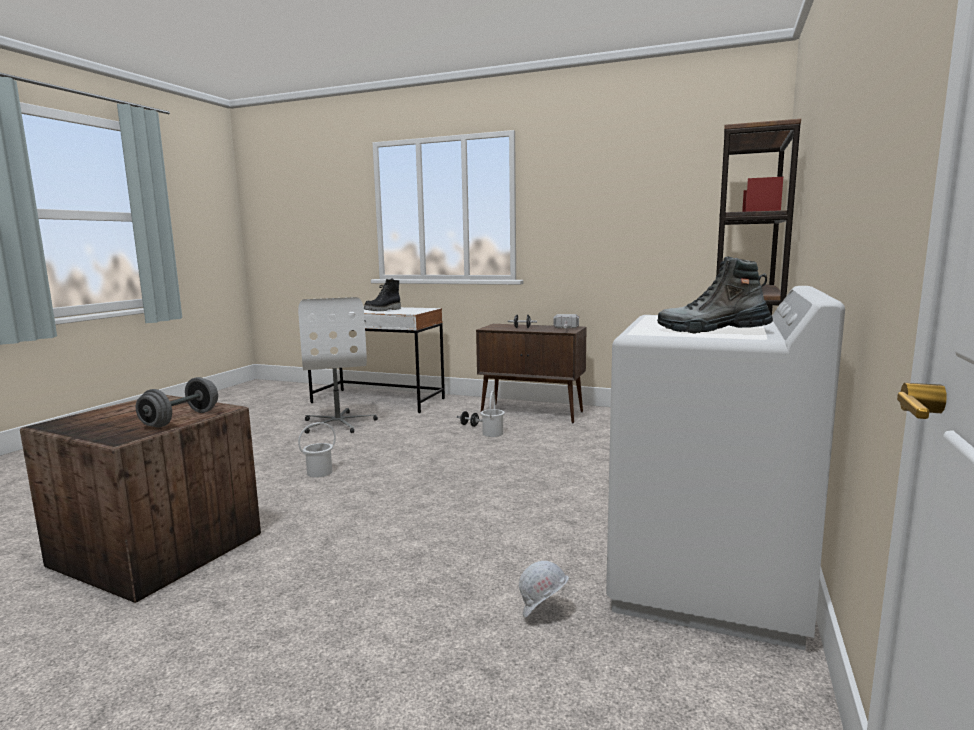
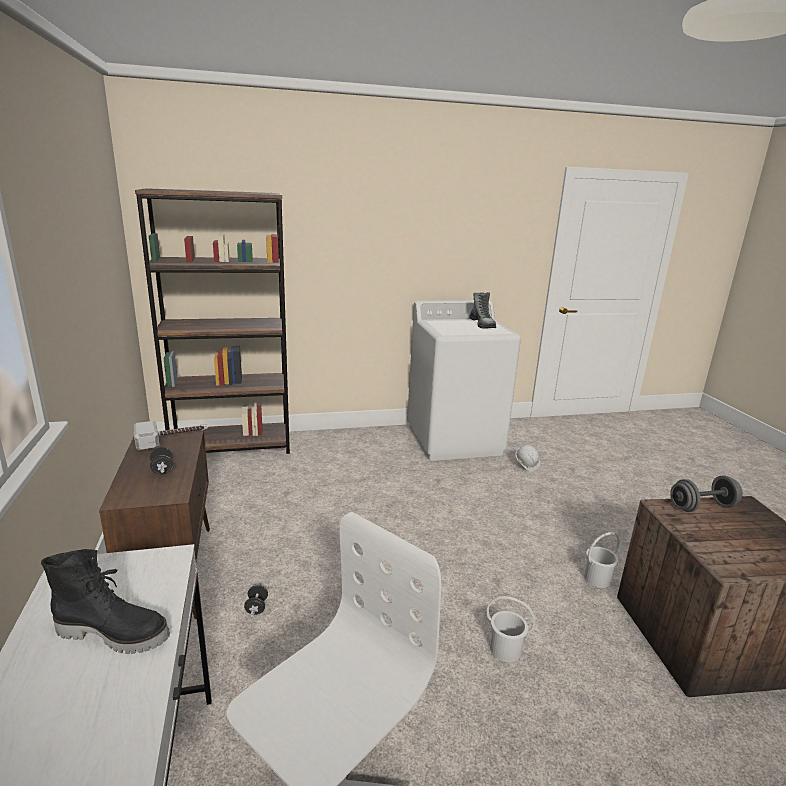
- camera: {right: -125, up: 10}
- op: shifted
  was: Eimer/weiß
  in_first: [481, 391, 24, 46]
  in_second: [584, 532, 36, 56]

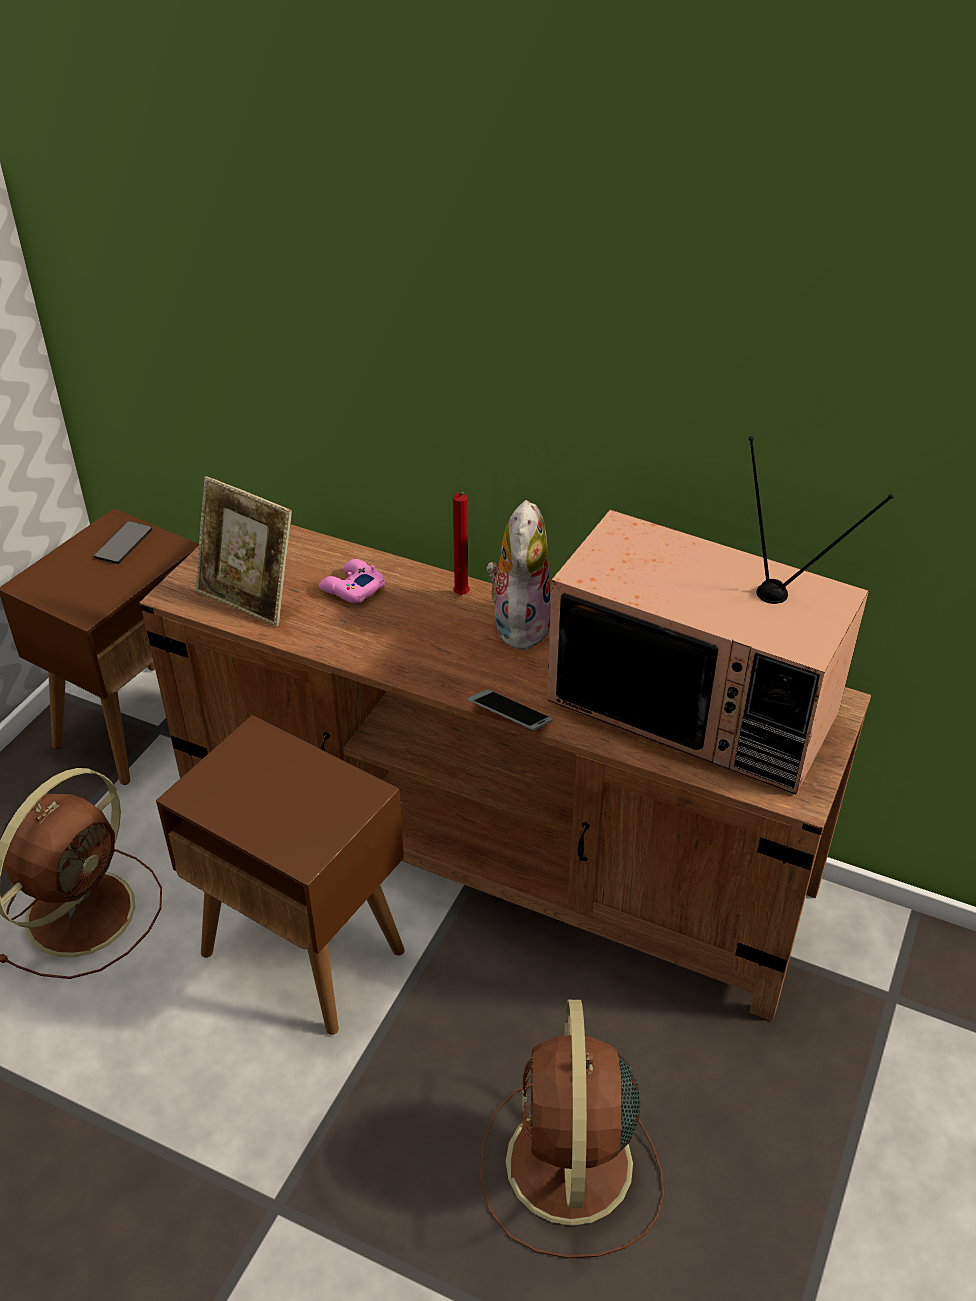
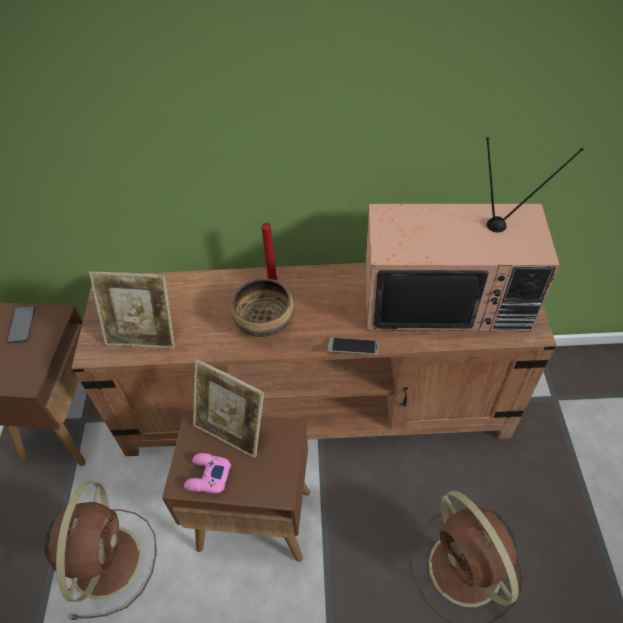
- camera: {right: -25, up: 10}
- op: gone
  was: Plüschtier
  in_first: [486, 500, 65, 150]
- op: new
  now: Bilderrahmen
  in_second: [193, 359, 71, 99]
- op: new
  now: Schüssel
  in_second: [231, 278, 63, 59]
- op: shifted
  was: Gamepad/rosa
  in_first: [319, 559, 66, 44]
  in_second: [184, 453, 47, 40]

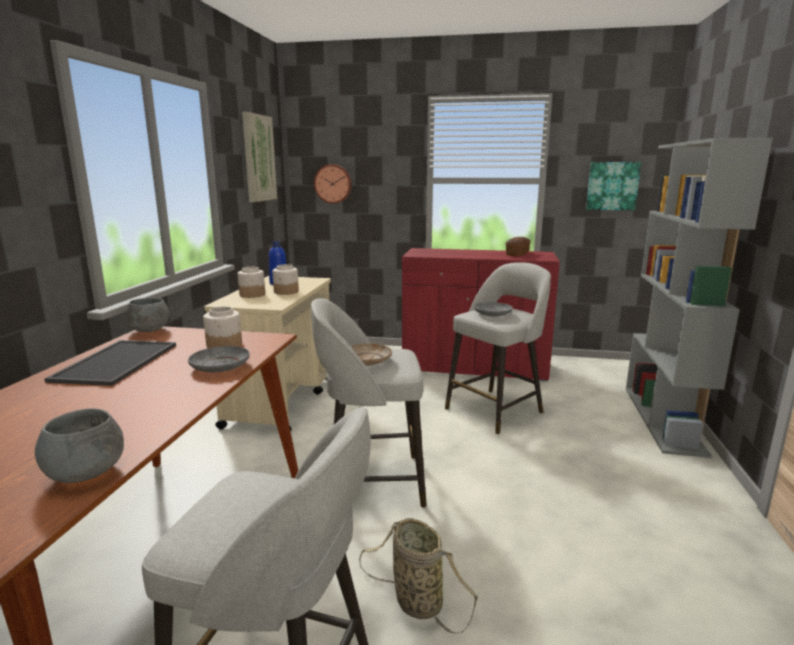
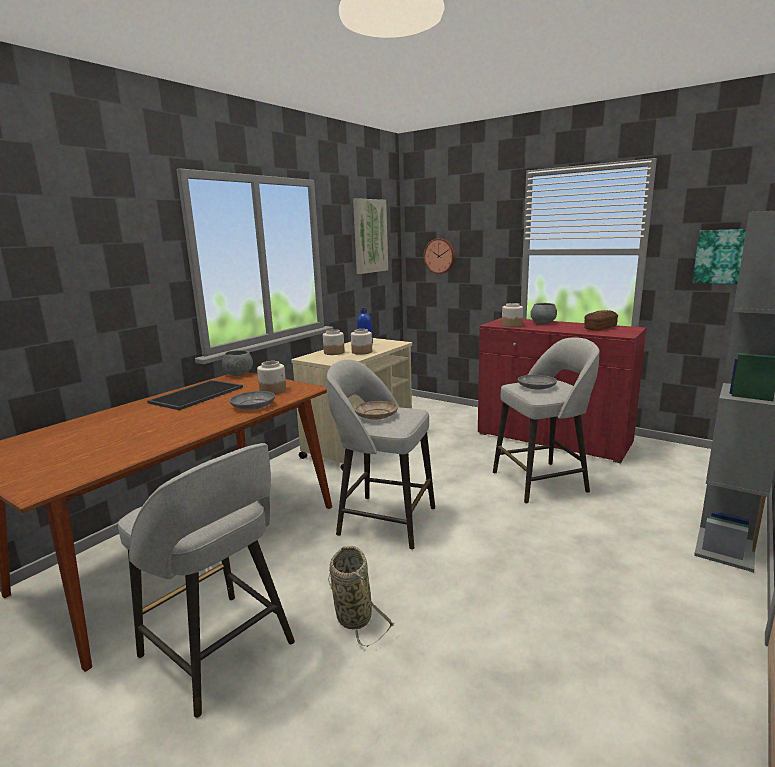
- camera: {right: 25, up: 0}
- op: new
  now: Vorratsglas
  in_second: [502, 303, 21, 24]
- op: shifted
  was: Schüssel/grau
  in_first: [35, 408, 89, 75]
  in_second: [530, 303, 27, 21]

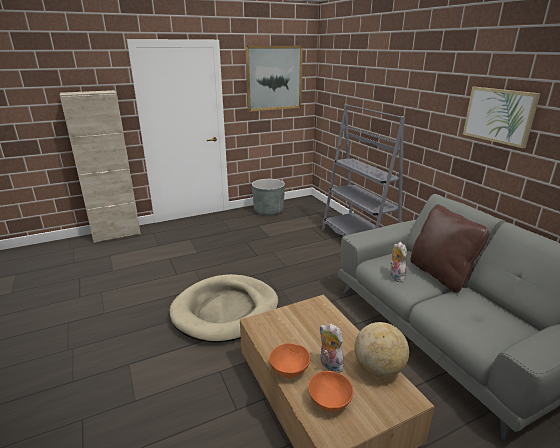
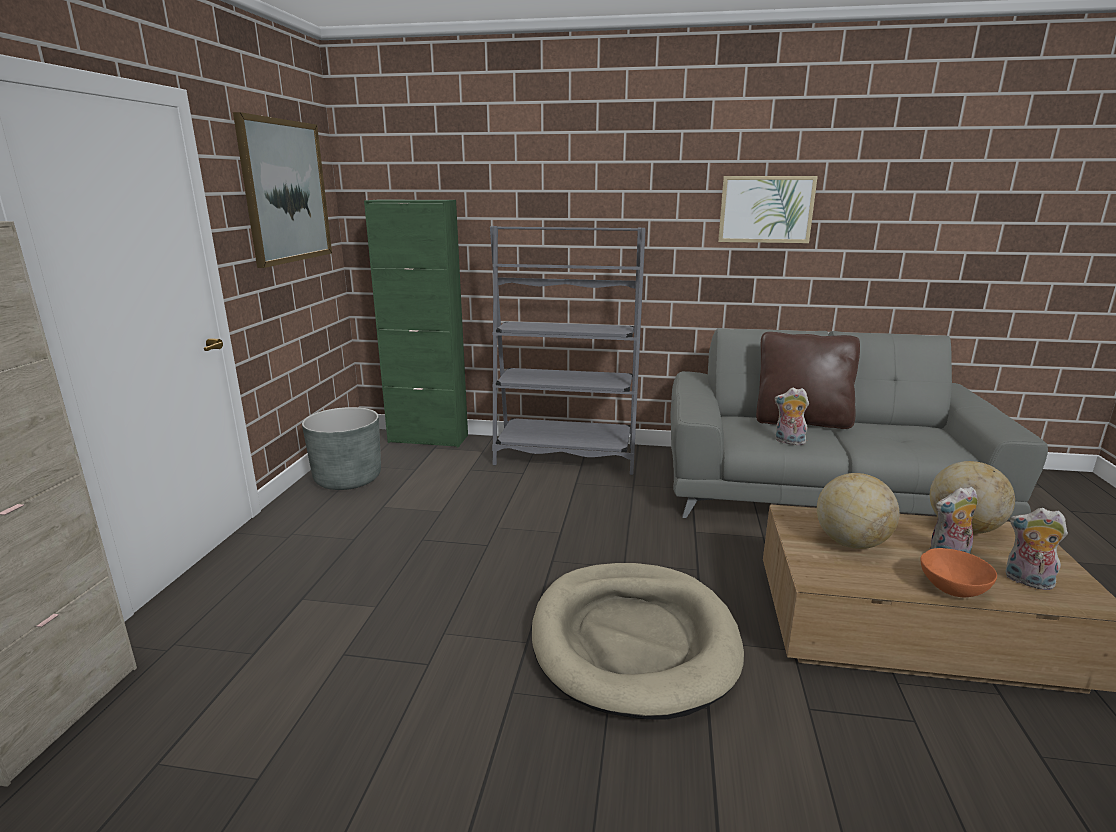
- camera: {right: -55, up: -5}
- op: new
  now: Schrank/grün
  in_second: [364, 199, 104, 249]
- op: new
  now: Globus
  in_second: [817, 473, 82, 76]
- op: swapped
  was: Schüssel/orange
  now: Plüschtier
  in_first: [308, 371, 45, 41]
  in_second: [1005, 508, 63, 82]

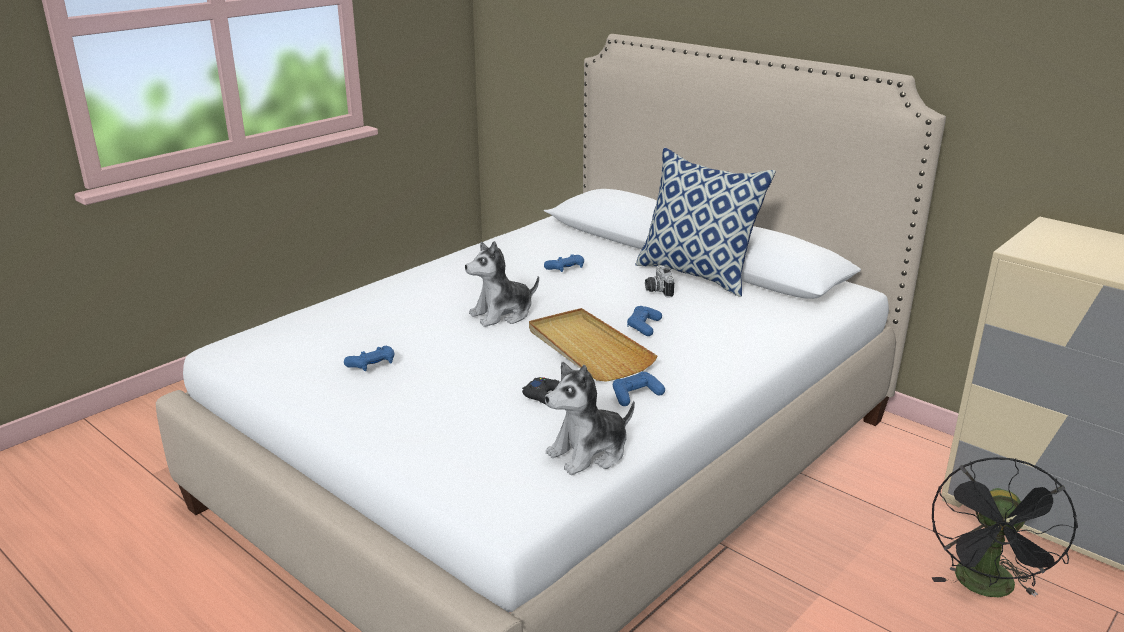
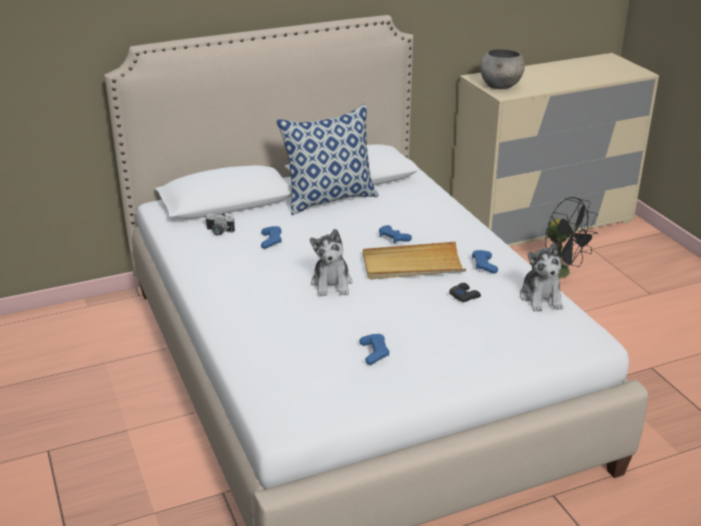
- camera: {right: -65, up: 5}
- op: new
  now: Schüssel/grau
  in_second: [480, 49, 45, 40]
- op: shifted
  was: Kamera
  in_first: [645, 265, 29, 33]
  in_second: [206, 211, 29, 25]

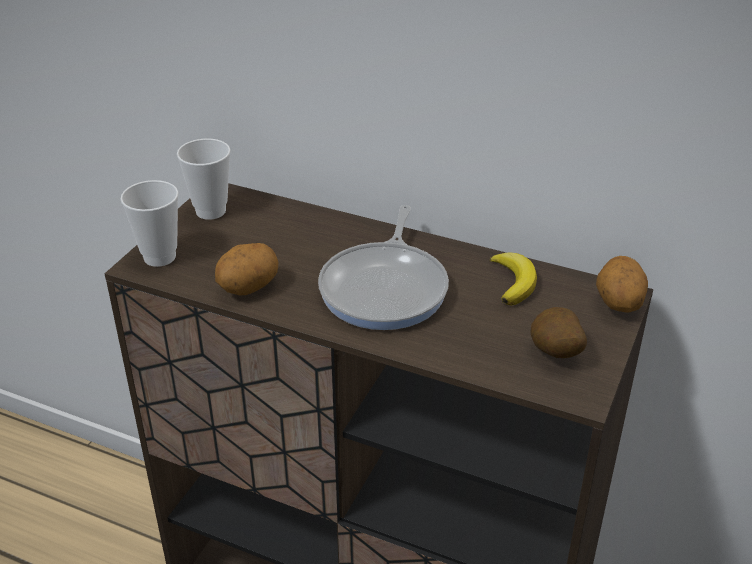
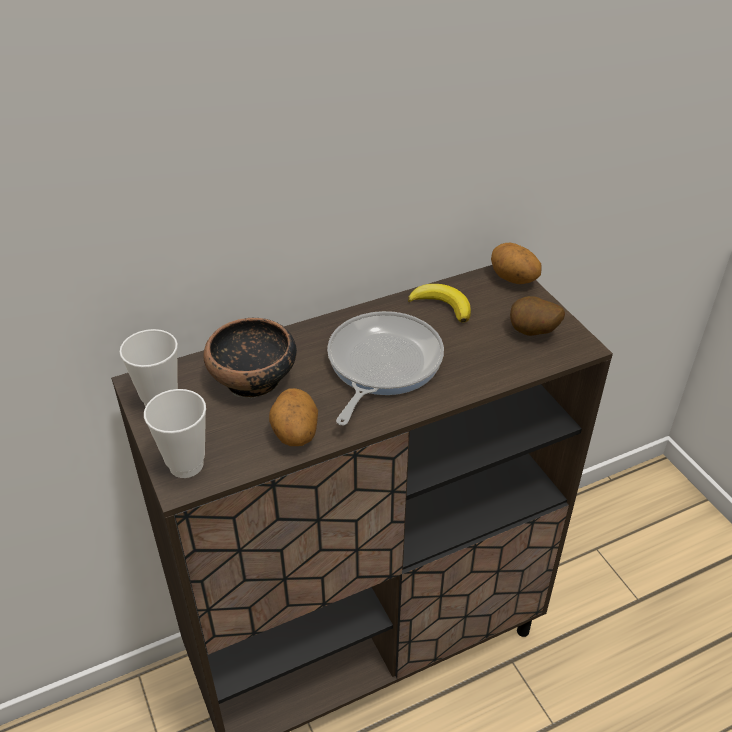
- camera: {right: -50, up: 5}
- op: new
  now: Schüssel
  in_second: [204, 318, 93, 80]
- op: rotated
  was: Pfanne
  in_first: [318, 205, 131, 125]
  in_second: [327, 311, 117, 114]
  clockwise: -120

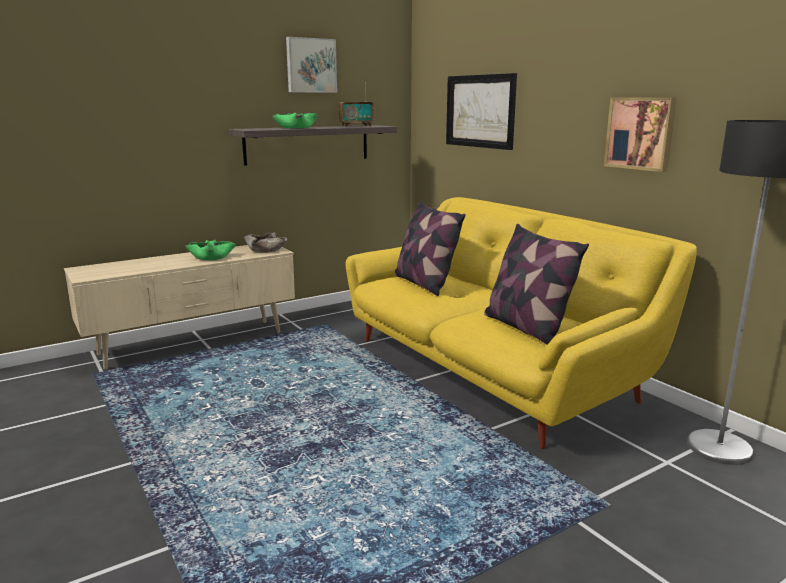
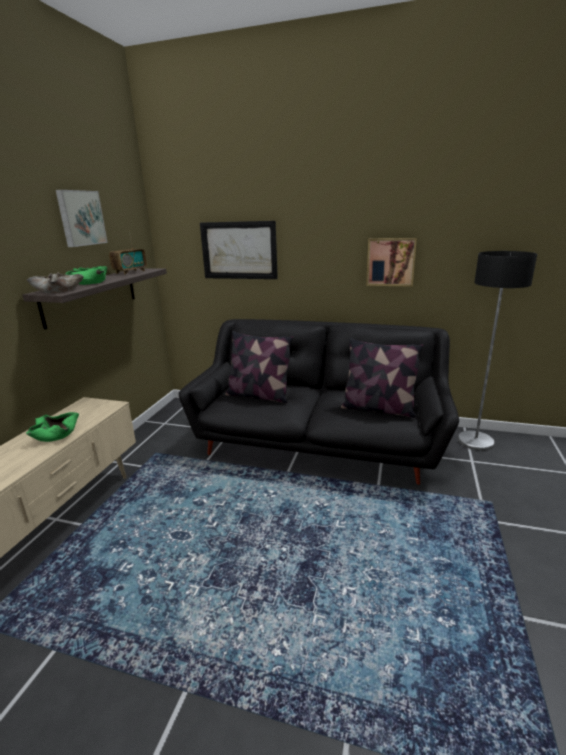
- camera: {right: -40, up: 5}
- op: shifted
  was: Schüssel/beige
  in_first: [244, 232, 44, 21]
  in_second: [27, 272, 57, 21]
- op: repainted
  was: Sofa/gelb
  now: Sofa/schwarz
  in_first: [346, 197, 351, 252]
  in_second: [179, 319, 280, 166]

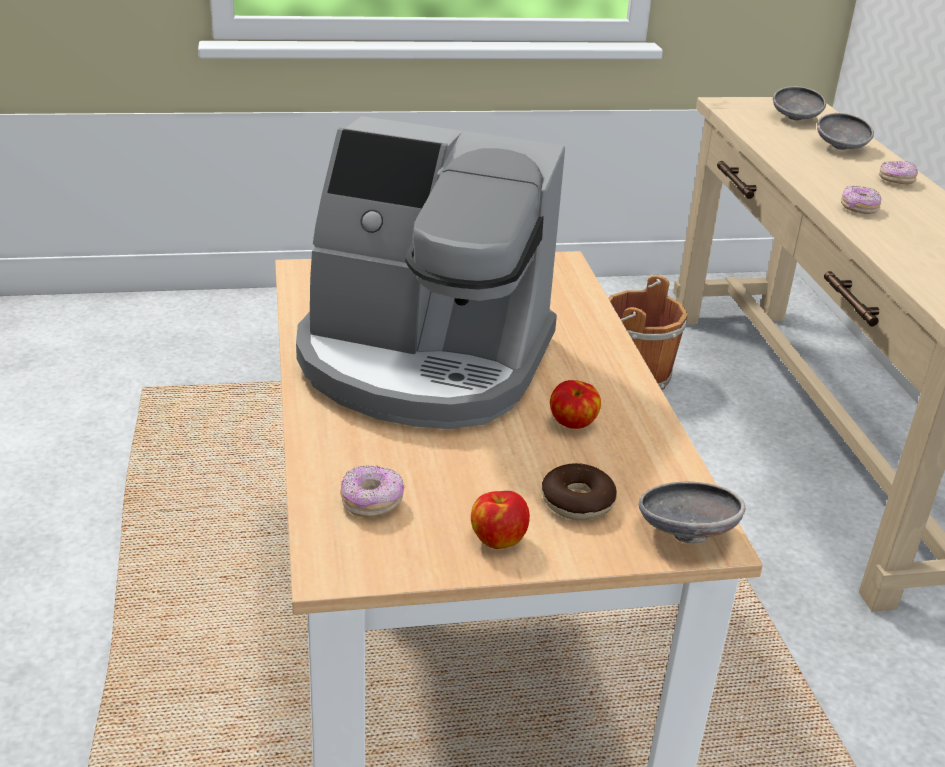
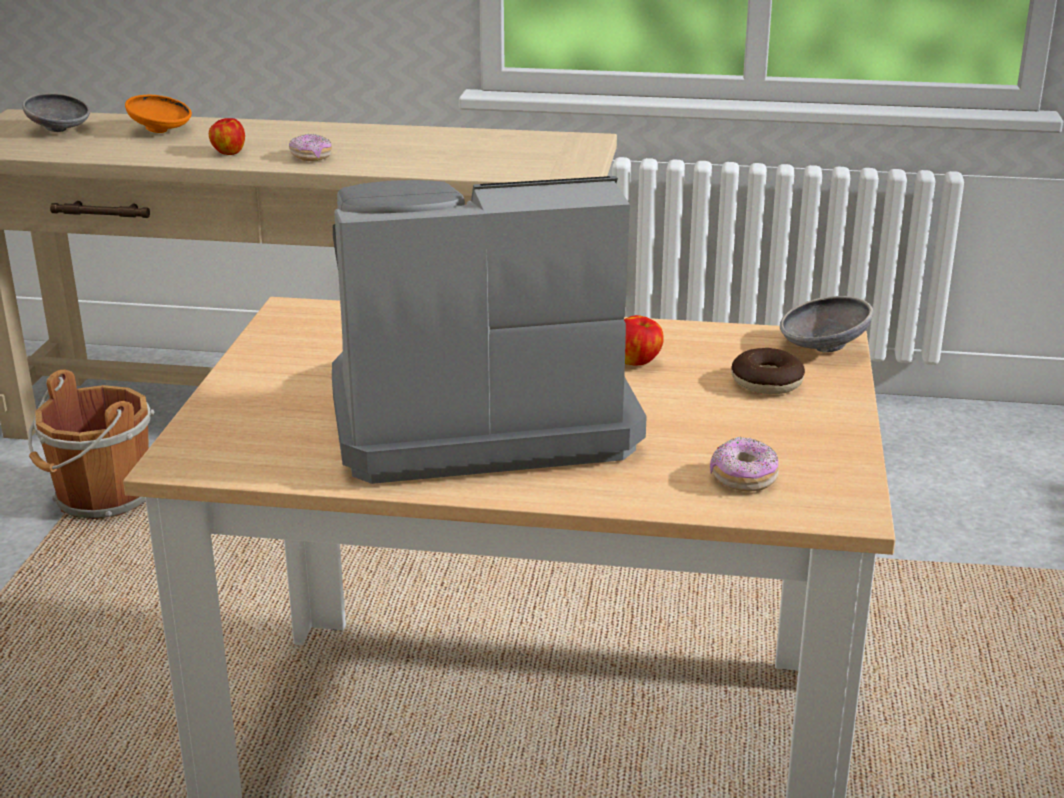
- camera: {right: -70, up: -5}
- op: gone
  was: Donut
  in_first: [879, 161, 39, 23]
- op: shifted
  was: Apfel
  in_first: [471, 491, 59, 58]
  in_second: [209, 118, 36, 37]
- op: repainted
  was: Schüssel/grau
  now: Schüssel/orange
  in_first: [817, 113, 57, 37]
  in_second: [125, 95, 67, 38]
- op: rotated
  was: Kaffeemaschine
  in_first: [296, 116, 269, 313]
  in_second: [332, 176, 315, 308]
  clockwise: -135

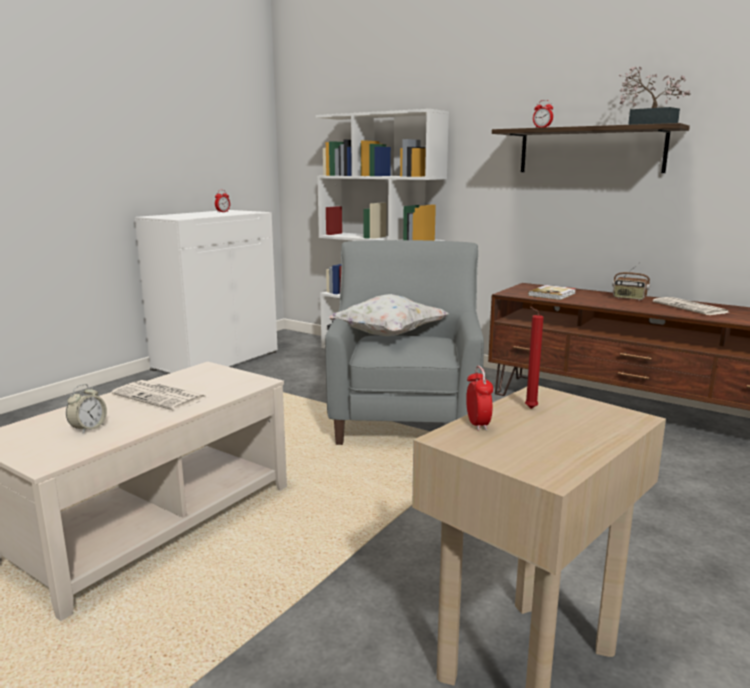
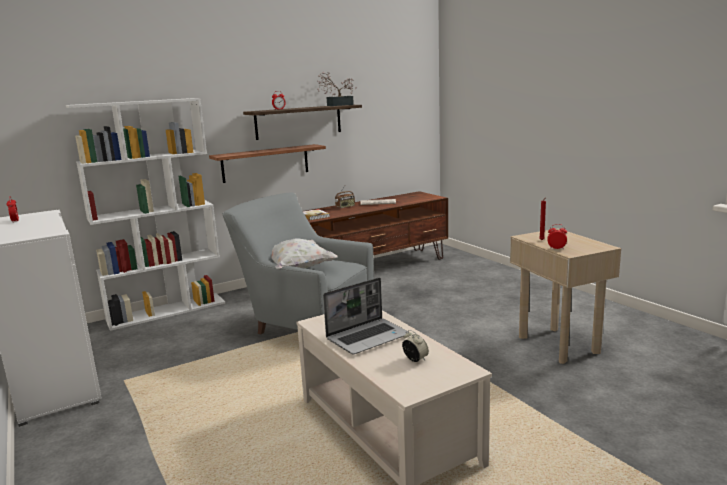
- camera: {right: -65, up: 0}
- op: new
  now: Wandregal
  in_second: [209, 144, 117, 39]
- op: swapped
  was: Zeitung
  now: Laptop
  in_first: [111, 380, 97, 31]
  in_second: [323, 278, 86, 76]

